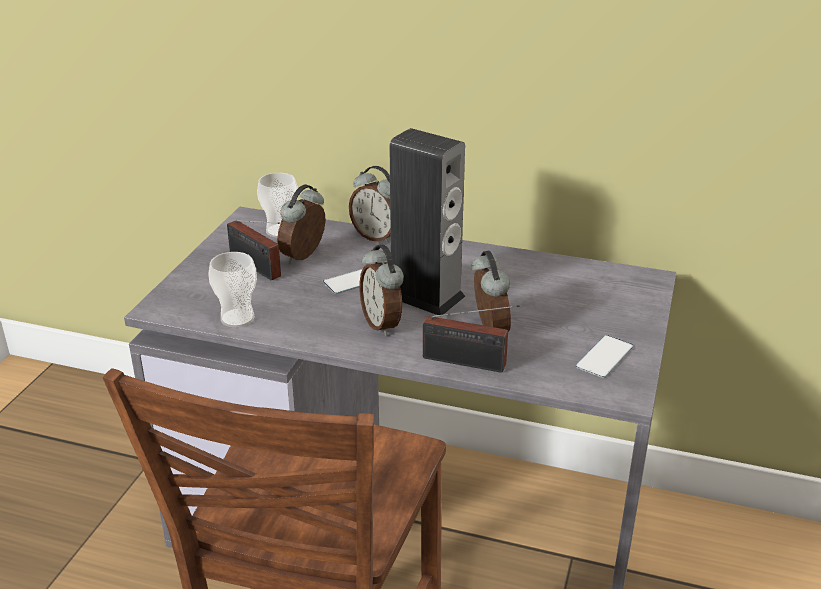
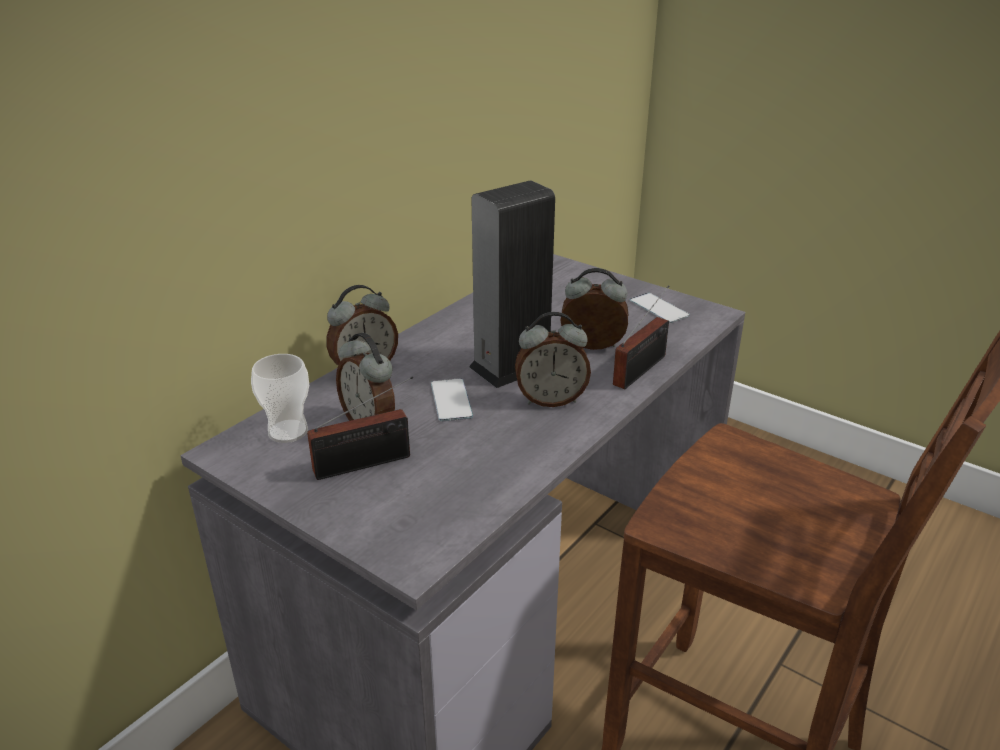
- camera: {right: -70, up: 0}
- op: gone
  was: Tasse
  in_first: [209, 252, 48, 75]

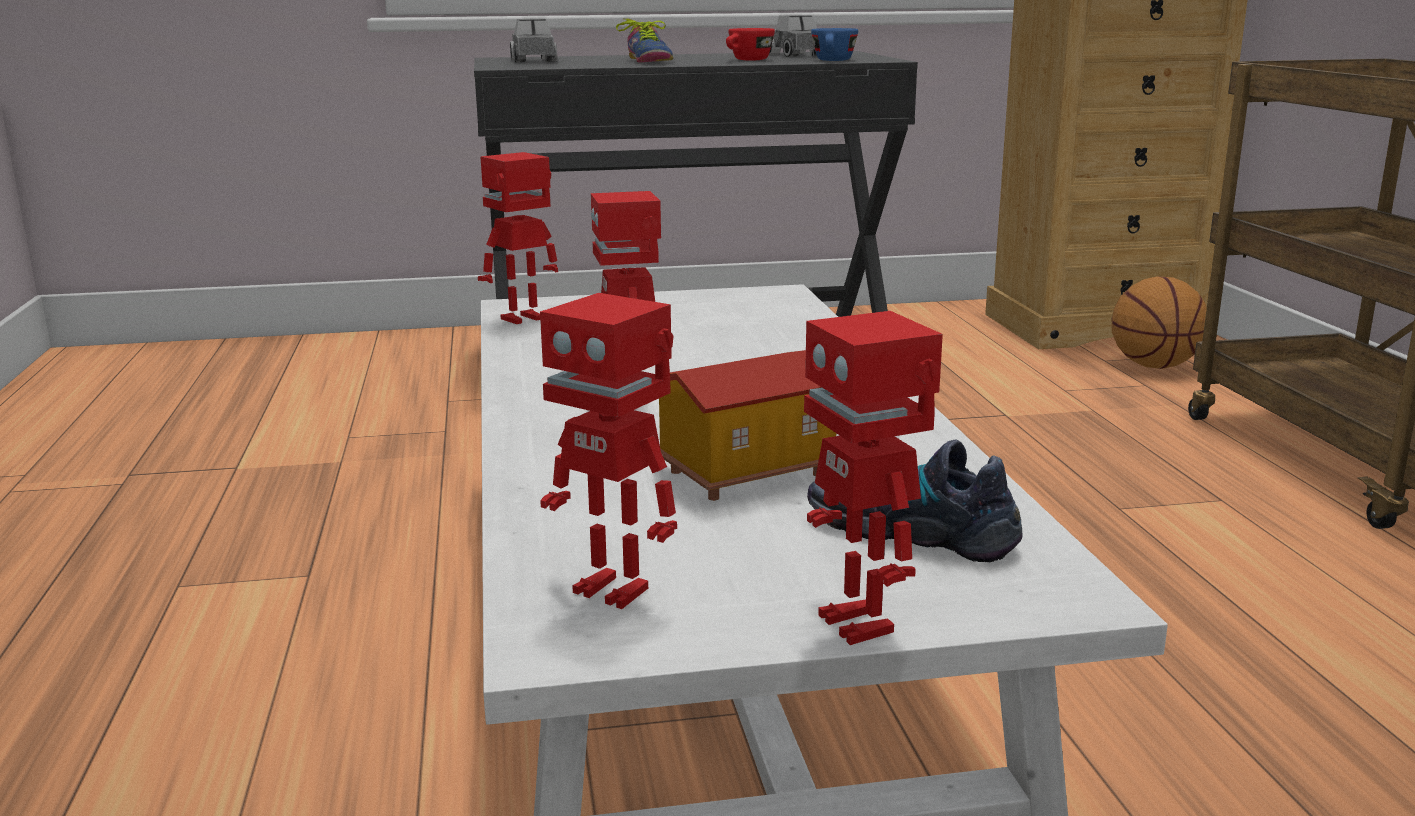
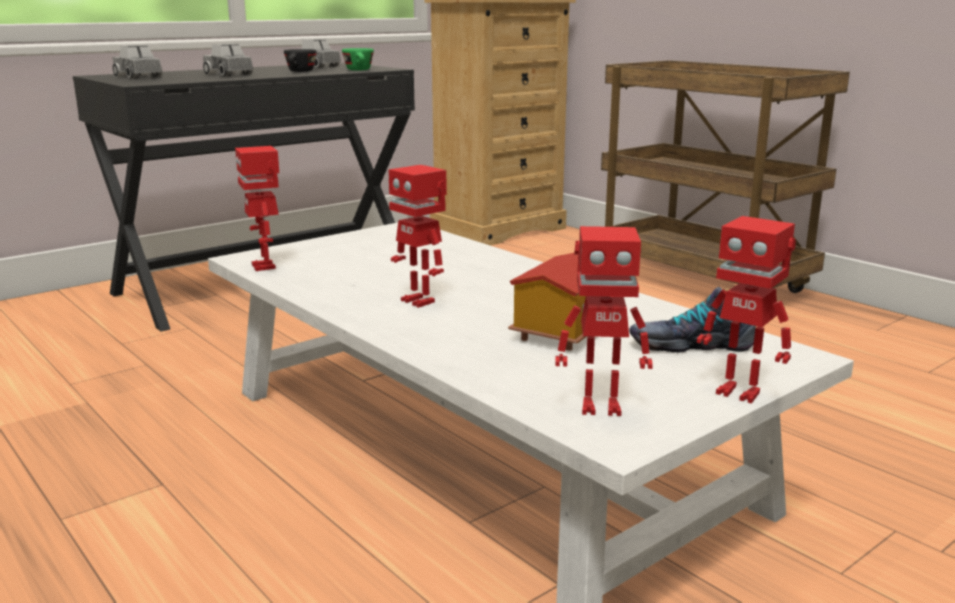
- camera: {right: -30, up: 0}
- op: gone
  was: Basketball
  in_first: [1112, 276, 95, 93]
- op: swapped
  was: Schuh
  now: Spielzeuglaster
  in_first: [616, 18, 57, 45]
  in_second: [203, 44, 50, 33]
- op: repainted
  was: Tasse/rot
  now: Tasse/schwarz
  in_first: [726, 28, 49, 32]
  in_second: [284, 49, 33, 23]
- op: repainted
  was: Tasse/blau
  now: Tasse/grün
  in_first: [811, 28, 47, 33]
  in_second: [342, 48, 32, 23]
- op: rotated
  was: Spielzeugroboter
  in_first: [478, 152, 80, 172]
  in_second: [235, 146, 44, 125]
  clockwise: -45

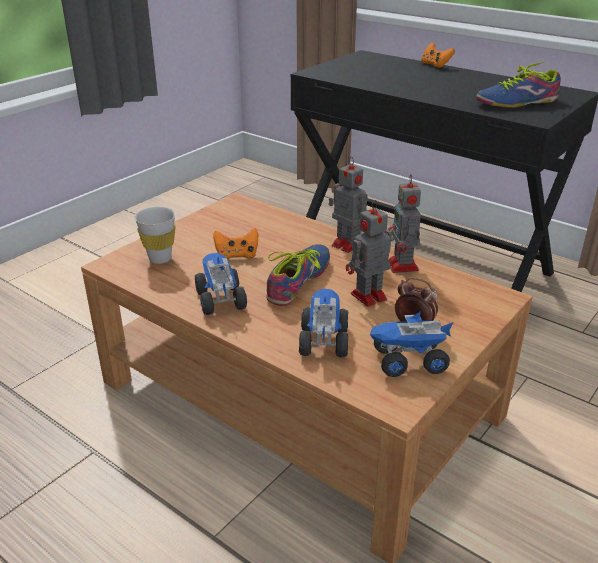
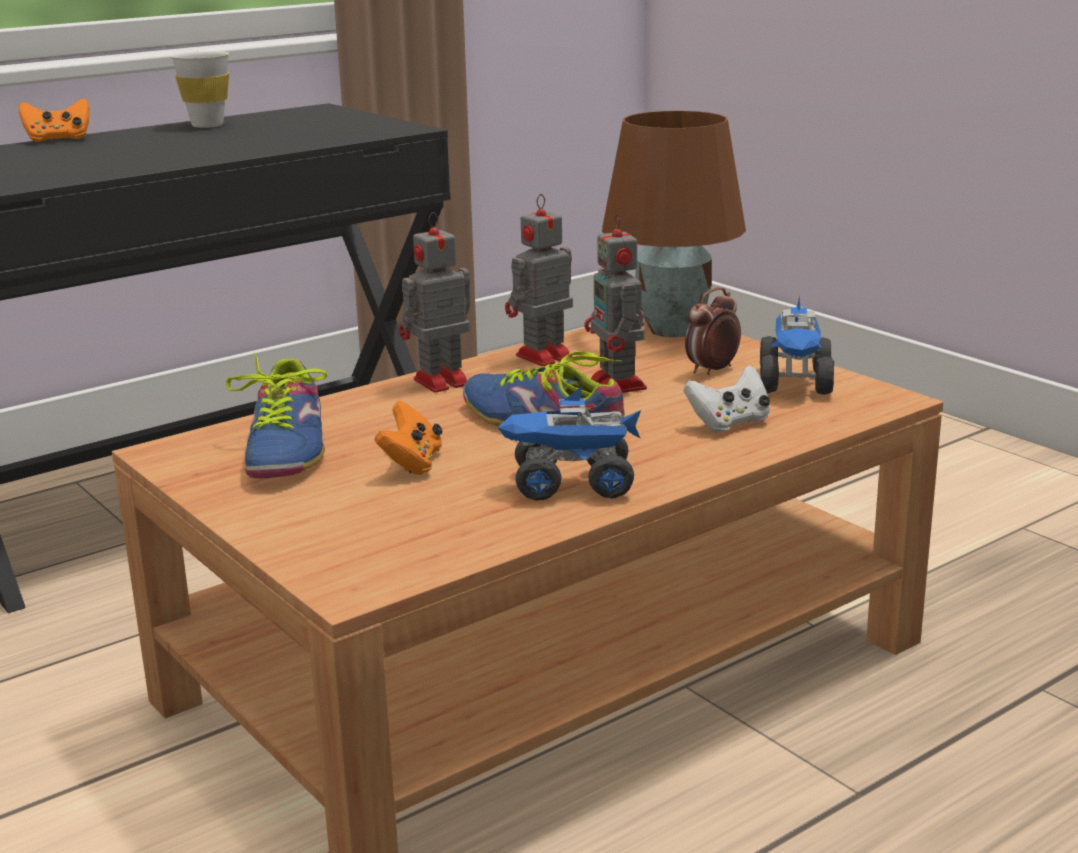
- camera: {right: -75, up: -10}
- op: new
  now: Tischlampe/braun
  in_second: [602, 111, 144, 226]
- op: shifted
  was: Tasse/weiß
  in_first: [134, 207, 42, 57]
  in_second: [171, 51, 58, 77]
- op: shifted
  was: Schuh
  in_first: [476, 62, 85, 46]
  in_second: [226, 353, 101, 125]
- op: swapped
  was: Spielzeuglaster
  now: Gamepad/weiß
  in_first: [299, 289, 49, 69]
  in_second: [684, 365, 86, 67]
- op: rotated
  was: Spielzeugroboter
  in_first: [388, 174, 33, 99]
  in_second: [505, 194, 68, 172]
  clockwise: 135

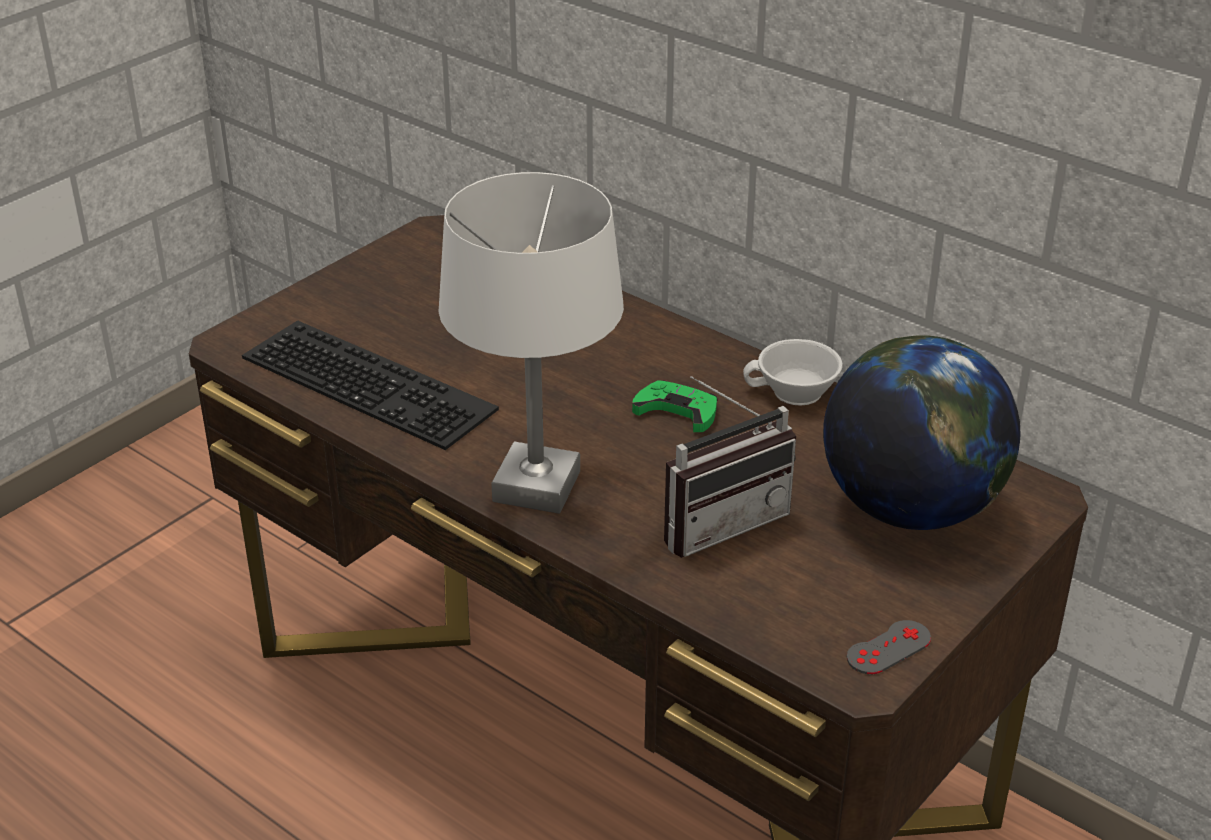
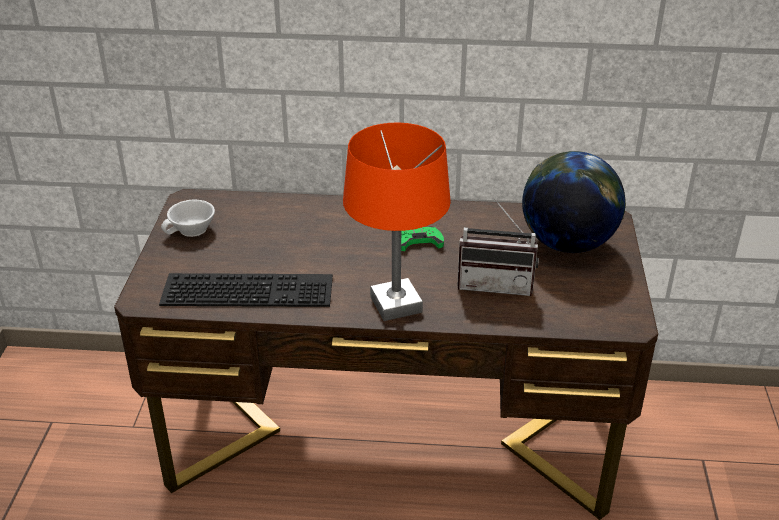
- camera: {right: -35, up: 0}
- op: gone
  was: Gamepad/grau
  in_first: [847, 620, 84, 54]
- op: shifted
  was: Tasse/weiß
  in_first: [743, 339, 99, 67]
  in_second: [161, 200, 54, 37]
- op: repainted
  was: Tischlampe/weiß
  now: Tischlampe/orange
  in_first: [439, 172, 185, 342]
  in_second: [343, 123, 108, 198]
- op: rotated
  was: Radio
  in_first: [664, 376, 132, 182]
  in_second: [457, 198, 82, 98]
  clockwise: 75

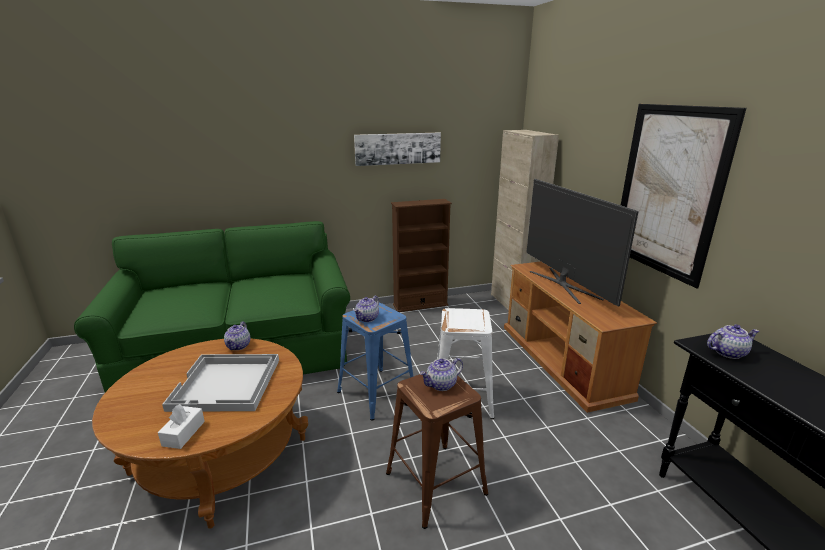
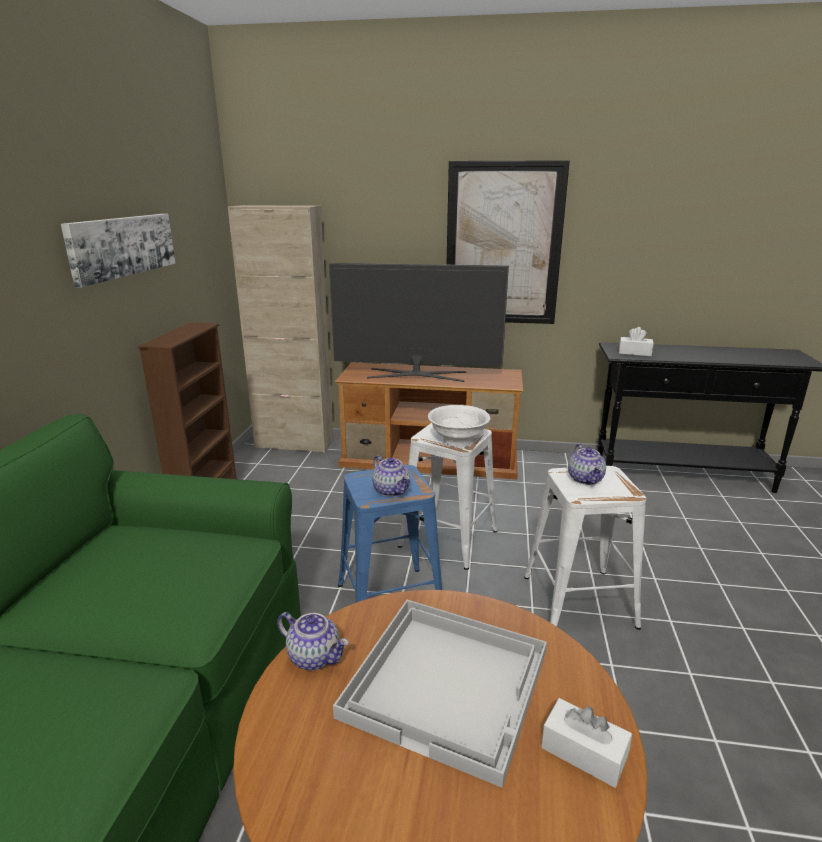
- camera: {right: -65, up: 0}
- op: new
  now: Schüssel/weiß
  in_second: [428, 405, 63, 43]
- op: swapped
  was: Teekanne
  now: Taschentuchbox/weiß
  in_first: [707, 325, 52, 34]
  in_second: [619, 327, 35, 29]
- op: repainted
  was: Hocker/braun
  now: Hocker/weiß
  in_first: [386, 372, 102, 157]
  in_second: [524, 466, 122, 164]

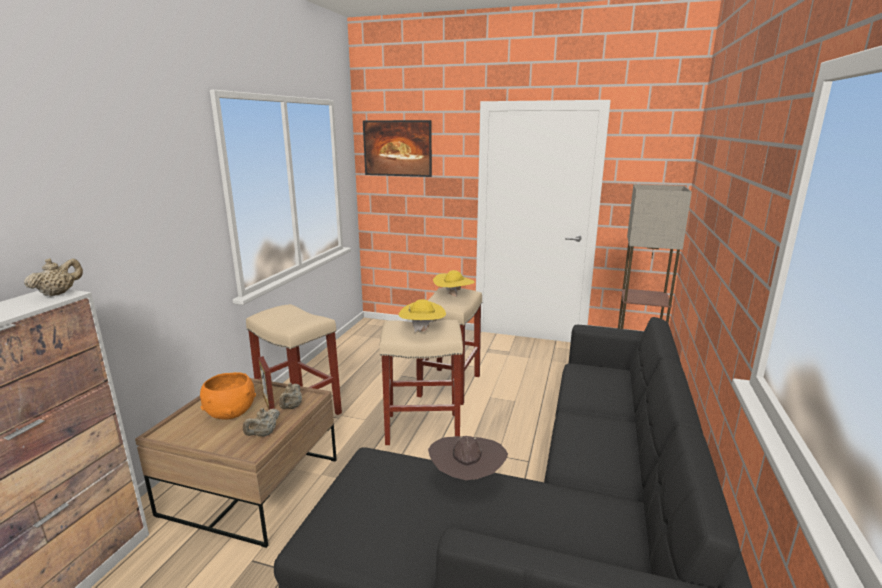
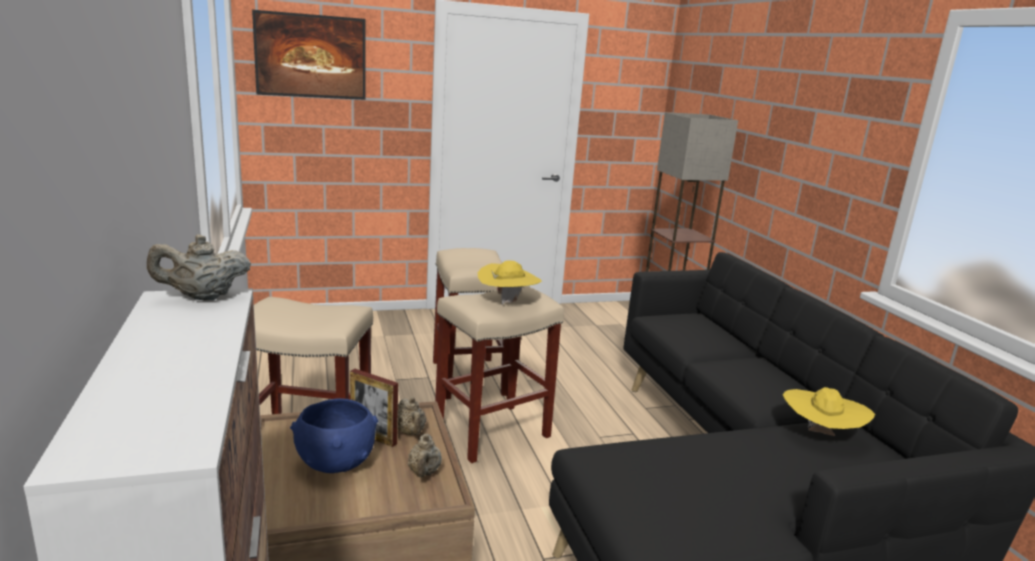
- camera: {right: -35, up: 0}
- op: gone
  was: Hut/braun
  in_first: [428, 436, 80, 44]
- op: shifted
  was: Hut/gelb
  in_first: [433, 270, 42, 27]
  in_second: [783, 387, 92, 49]
- op: repainted
  was: Schüssel/orange
  now: Schüssel/blau
  in_first: [200, 372, 56, 48]
  in_second: [290, 398, 88, 75]
- op: rotated
  was: Teekanne/beige
  in_first: [24, 258, 59, 39]
  in_second: [147, 234, 104, 66]
  clockwise: -105

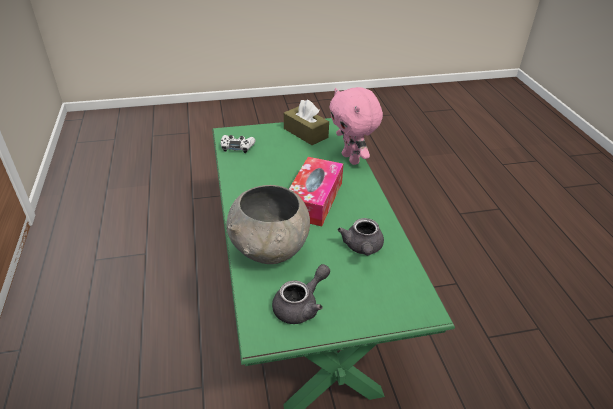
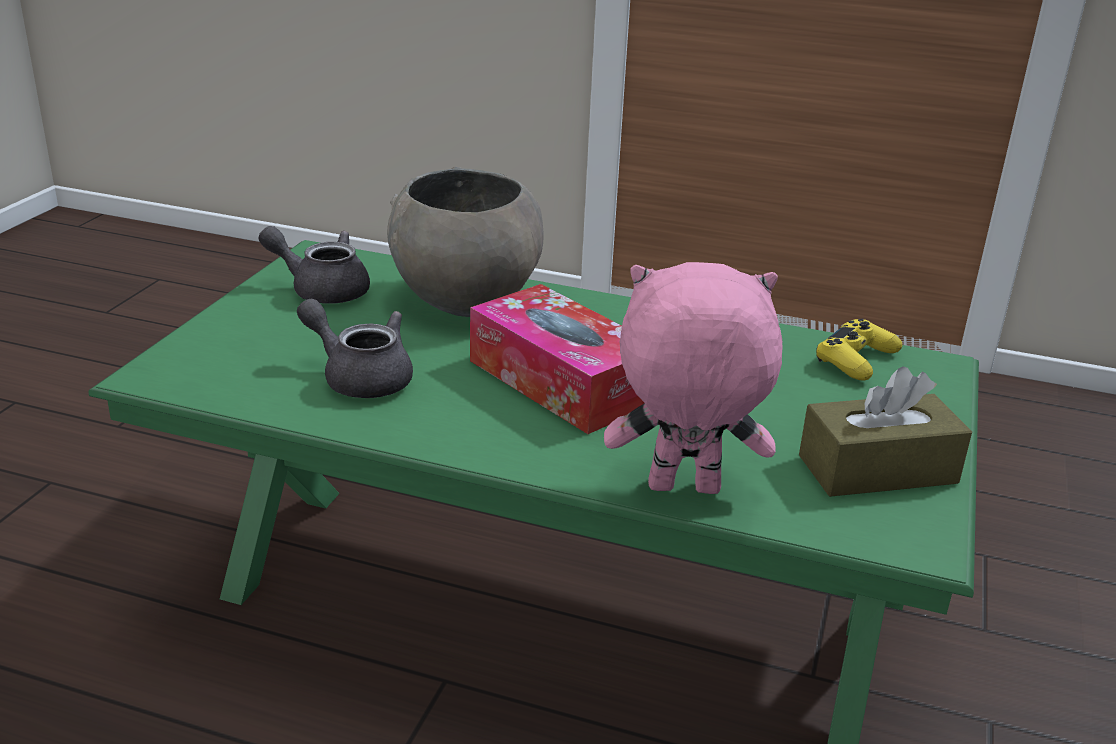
- camera: {right: 120, up: -10}
- op: repainted
  was: Gamepad/weiß
  now: Gamepad/gelb
  in_first: [221, 135, 34, 18]
  in_second: [816, 319, 86, 61]
- op: rotated
  was: Teekanne/grau
  in_first: [272, 264, 58, 60]
  in_second: [258, 226, 112, 78]
  clockwise: 120

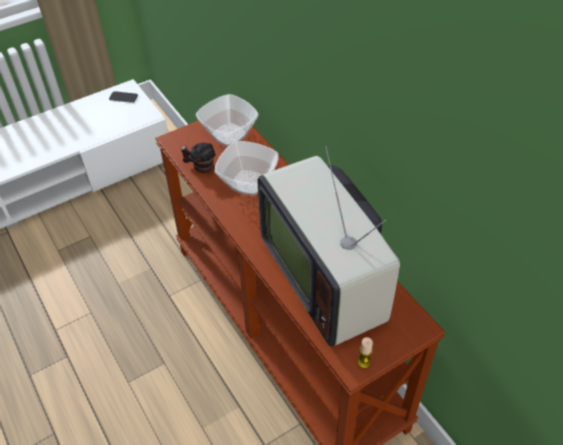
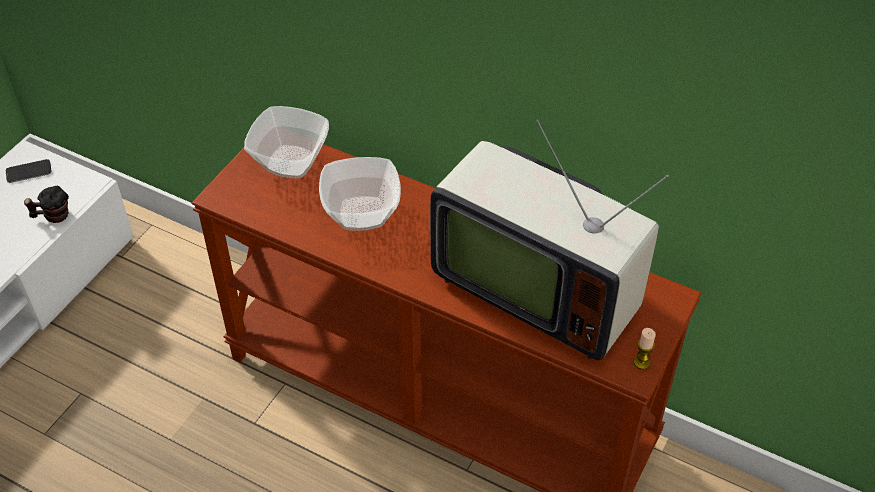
- camera: {right: -30, up: 0}
- op: shifted
  was: Henkelbecher
  in_first: [180, 143, 35, 30]
  in_second: [24, 186, 45, 37]

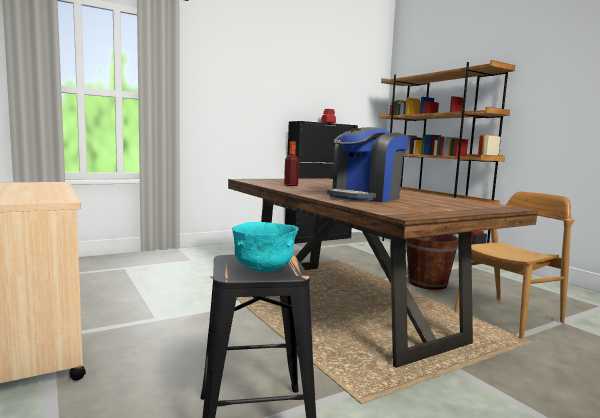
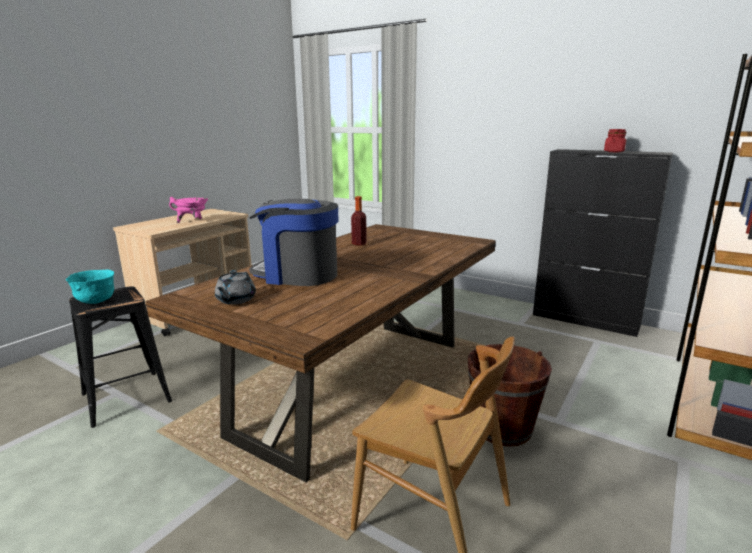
- camera: {right: 65, up: 10}
- op: new
  now: Kochtopf/rosa
  in_second: [169, 197, 39, 26]
- op: new
  now: Teekanne/grau
  in_second: [215, 270, 41, 35]

